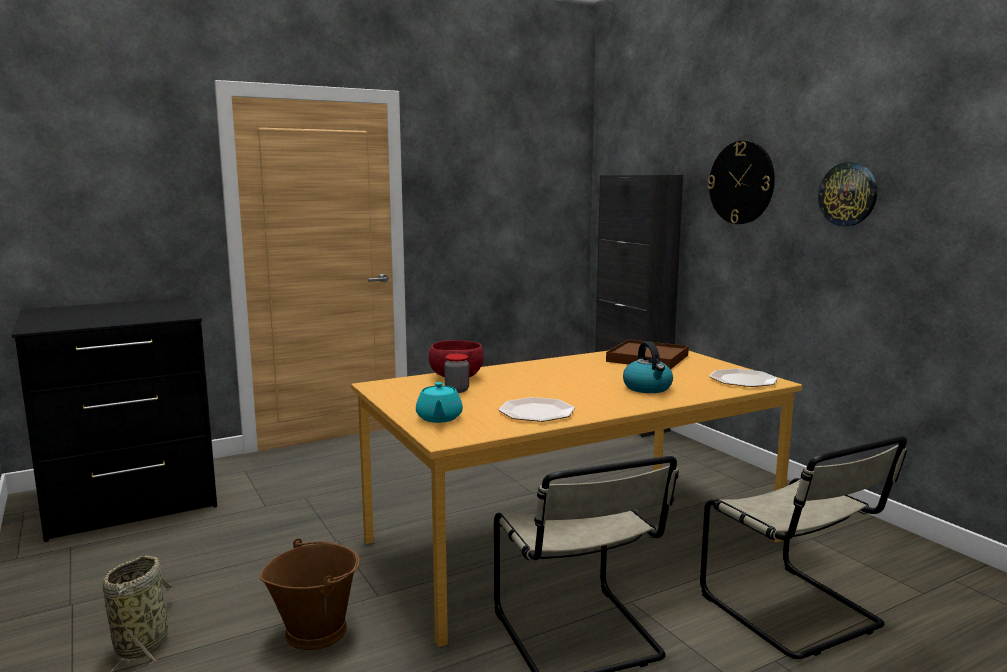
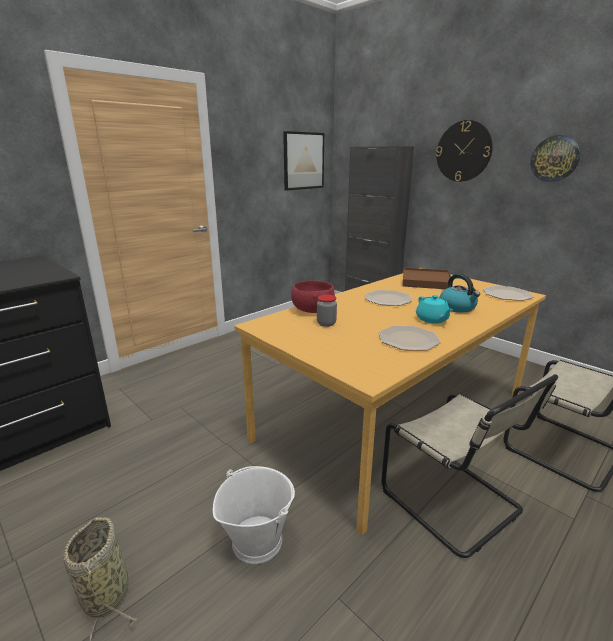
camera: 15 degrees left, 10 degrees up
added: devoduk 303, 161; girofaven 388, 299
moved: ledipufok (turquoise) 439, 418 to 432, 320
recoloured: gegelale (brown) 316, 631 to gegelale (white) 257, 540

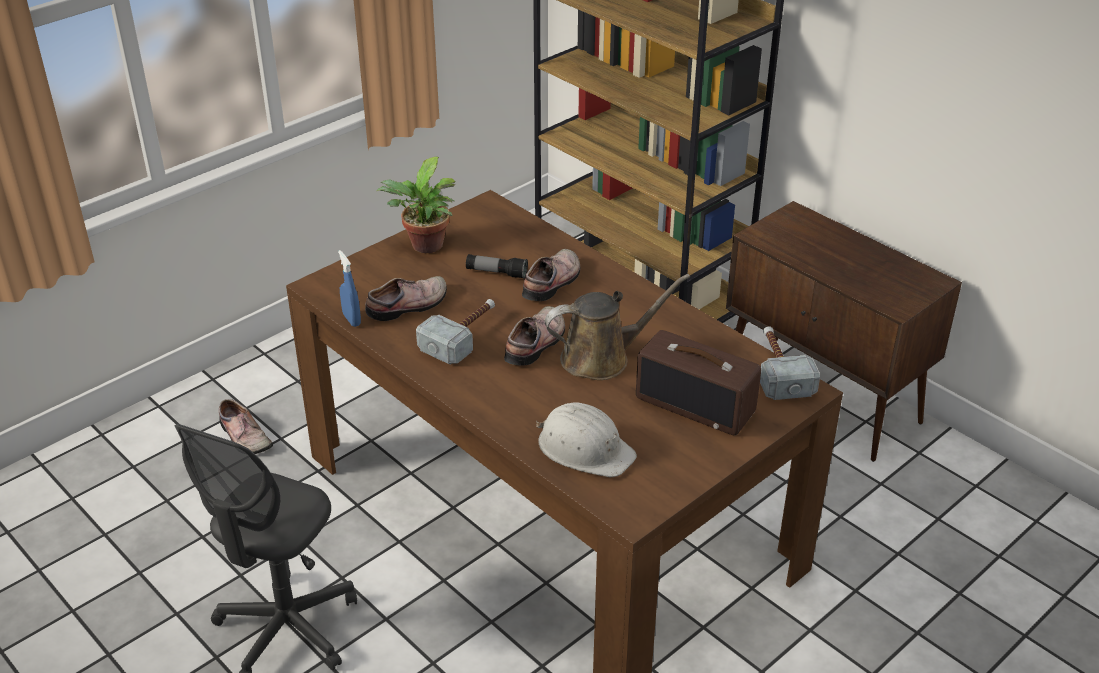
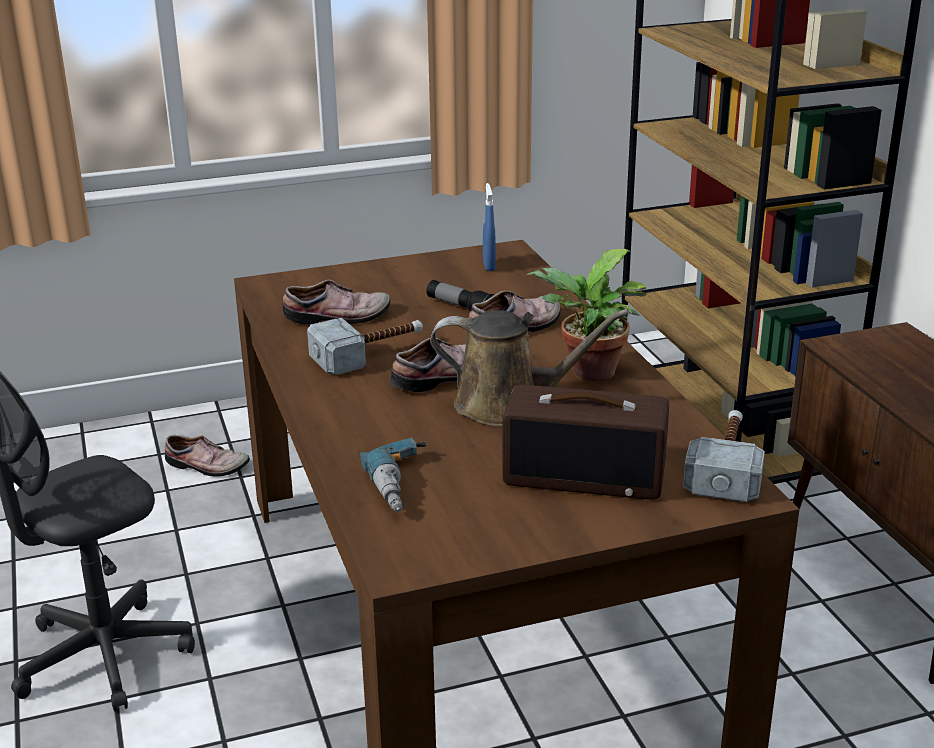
camera: 25 degrees right, 10 degrees down
moved: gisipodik 424, 247 to 588, 373; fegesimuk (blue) 351, 319 to 489, 266
replaced: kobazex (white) 584, 448 to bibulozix 406, 486
turned: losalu 696, 404 = 585, 475 45 degrees counterclockwise; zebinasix 243, 437 = 206, 467 60 degrees counterclockwise

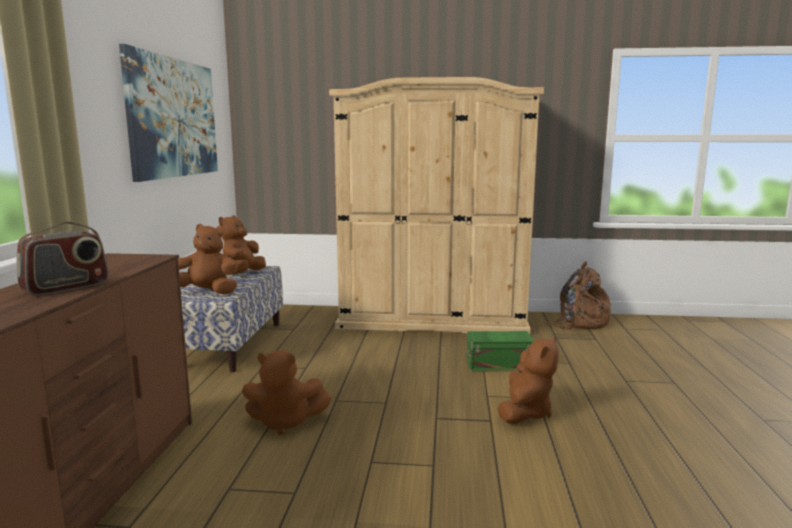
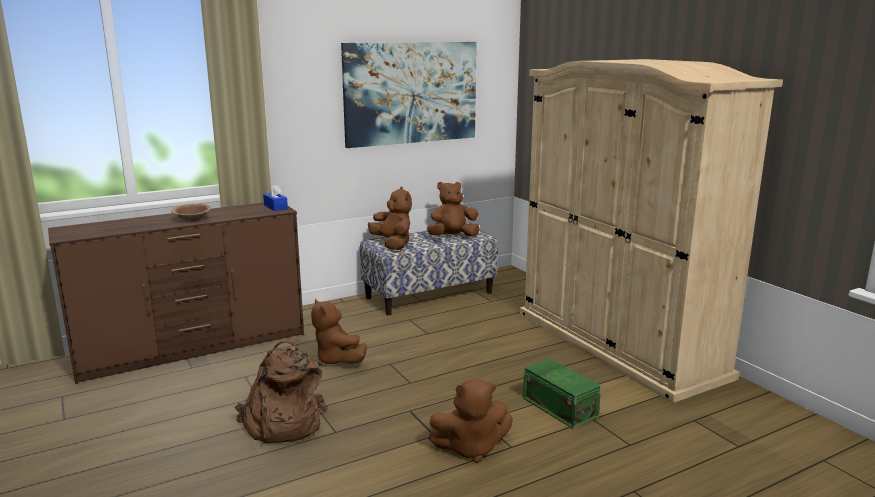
camera: 55 degrees right, 5 degrees up
added: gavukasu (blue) 275, 207
moved: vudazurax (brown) 579, 322 to 282, 424
replaced: losalu 66, 288 to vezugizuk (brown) 192, 219

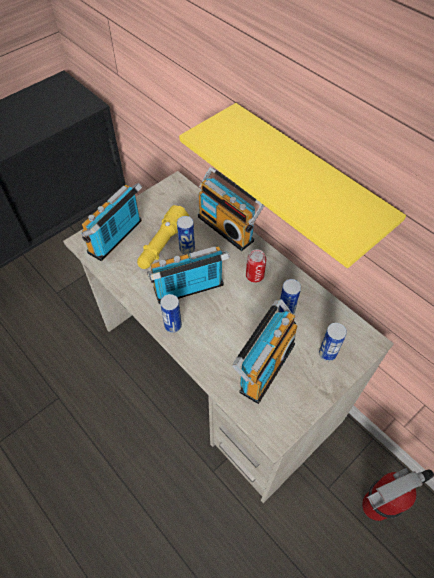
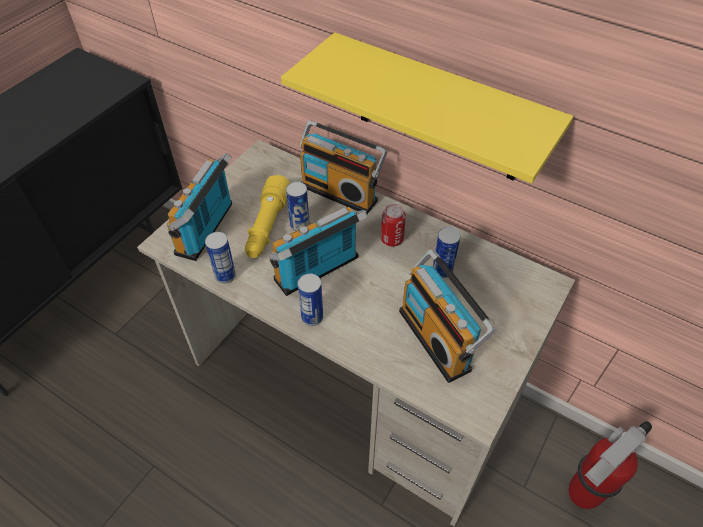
camera: 15 degrees left, 5 degrees down
moved: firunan 327, 353 to 225, 275
turned: losalu 264, 366 = 438, 338 135 degrees clockwise

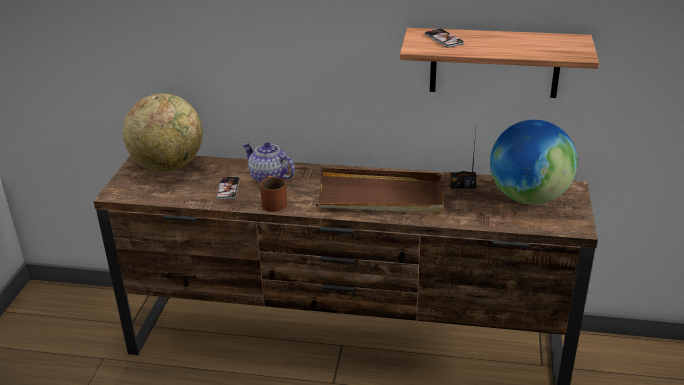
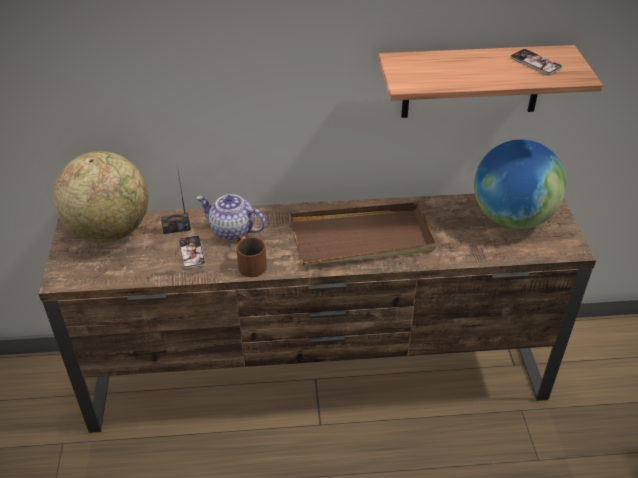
camera: 15 degrees left, 10 degrees up
moved: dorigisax 444, 39 to 535, 63; losalu 462, 186 to 176, 229

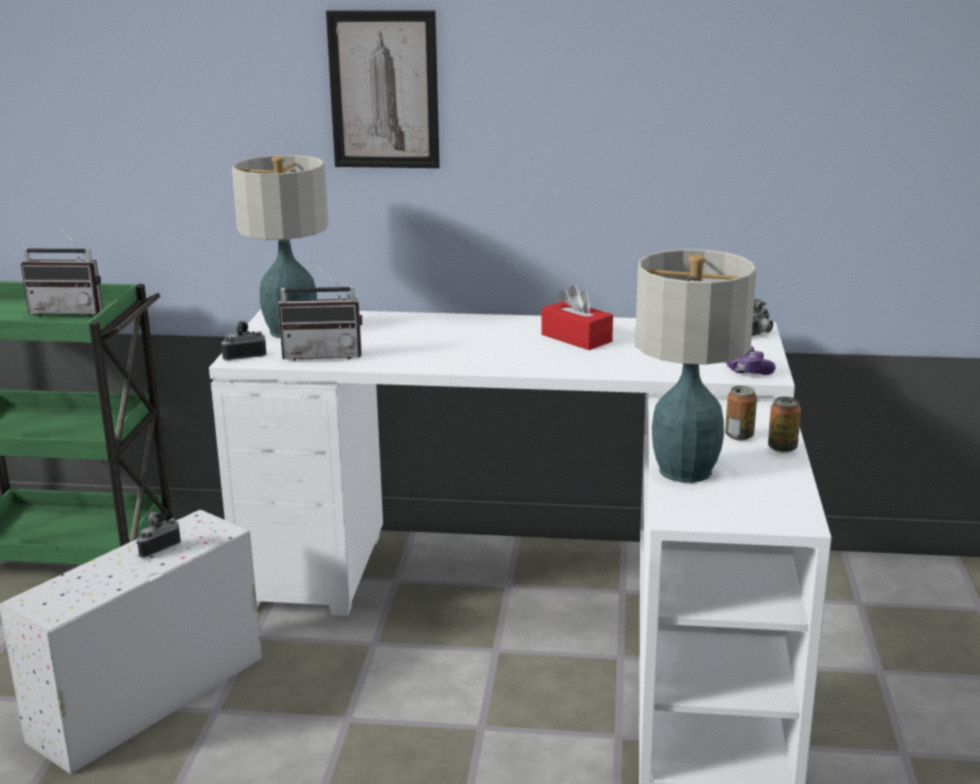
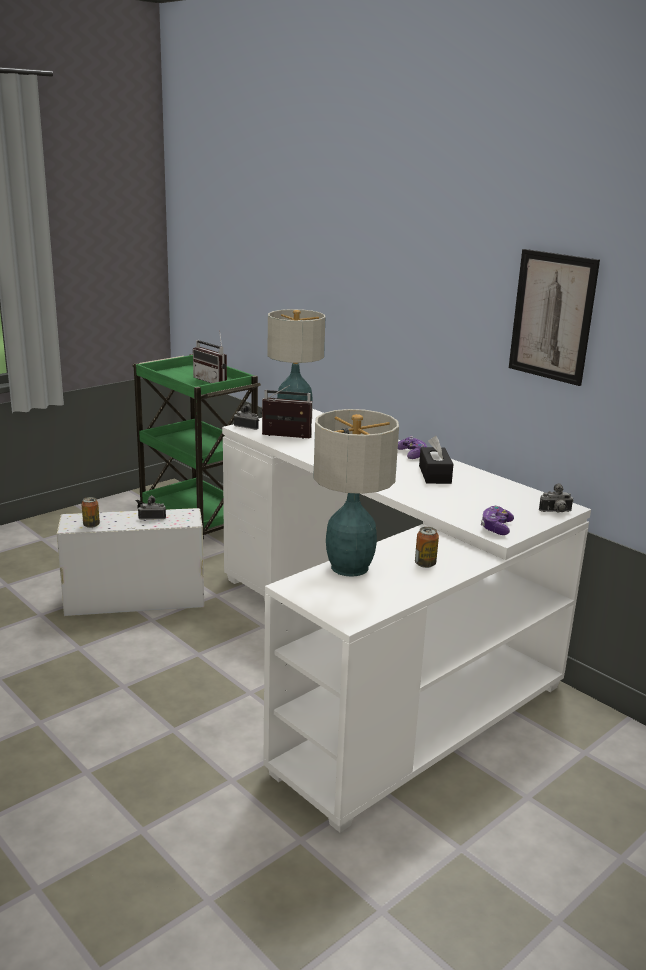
camera: 40 degrees right, 0 degrees up
added: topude 412, 454
moved: devoduk 384, 90 to 552, 316; firunan 782, 448 to 91, 525
recoloured: gavukasu (red) 576, 338 to gavukasu (black) 434, 474
turned: losalu 324, 354 = 284, 438 150 degrees clockwise

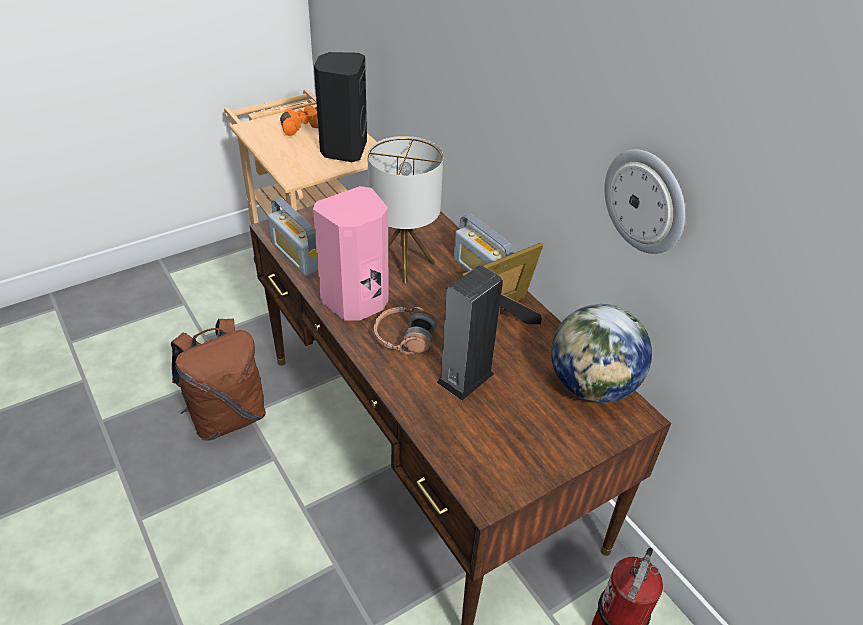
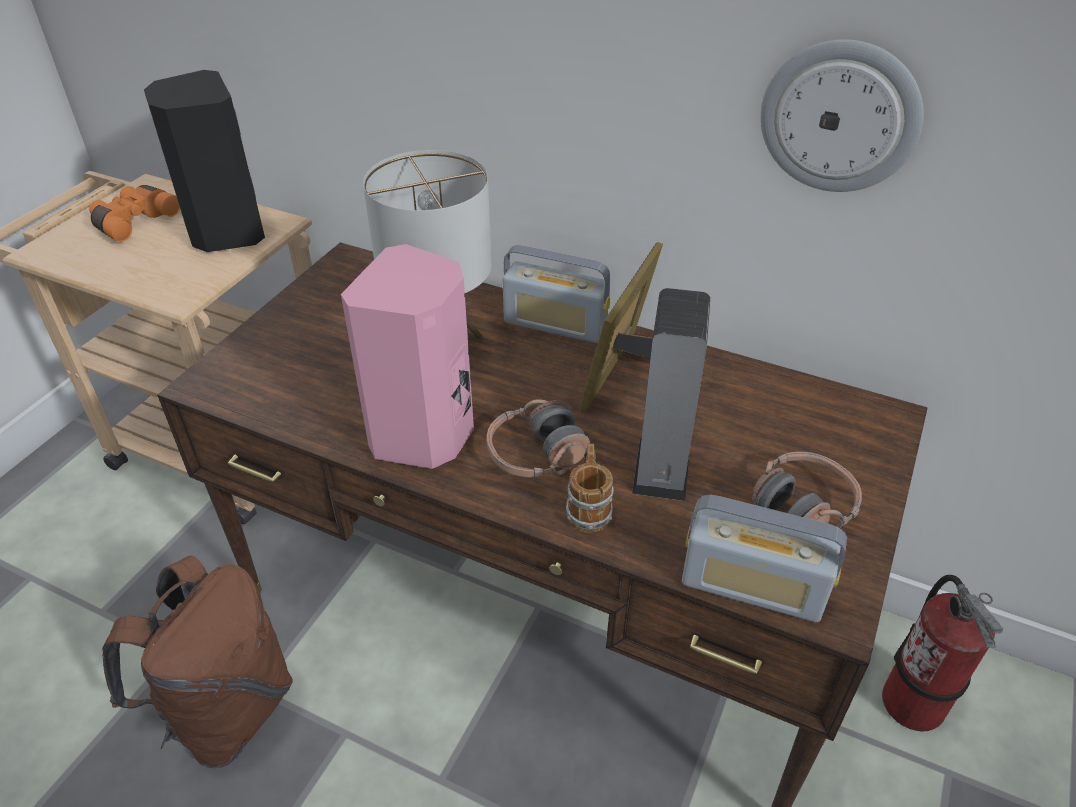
camera: 30 degrees left, 0 degrees up
removed: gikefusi 592, 386
added: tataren 588, 507; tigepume 802, 506
moved: losalu 297, 256 to 752, 587

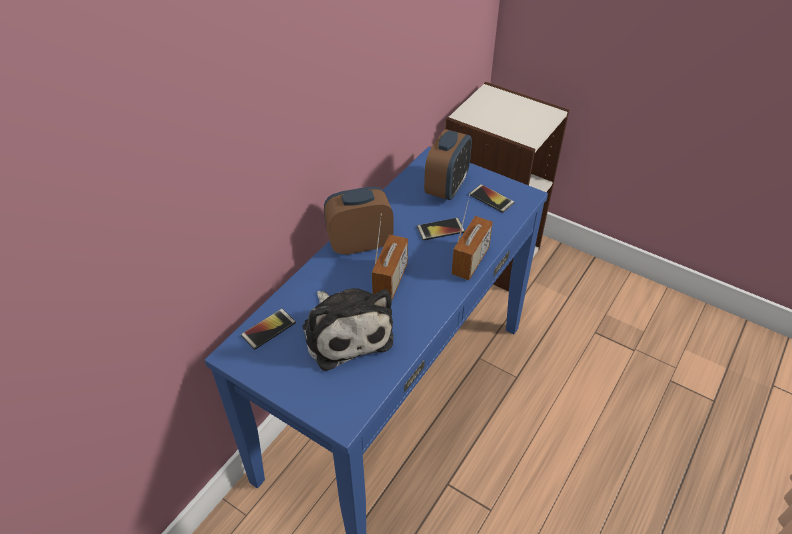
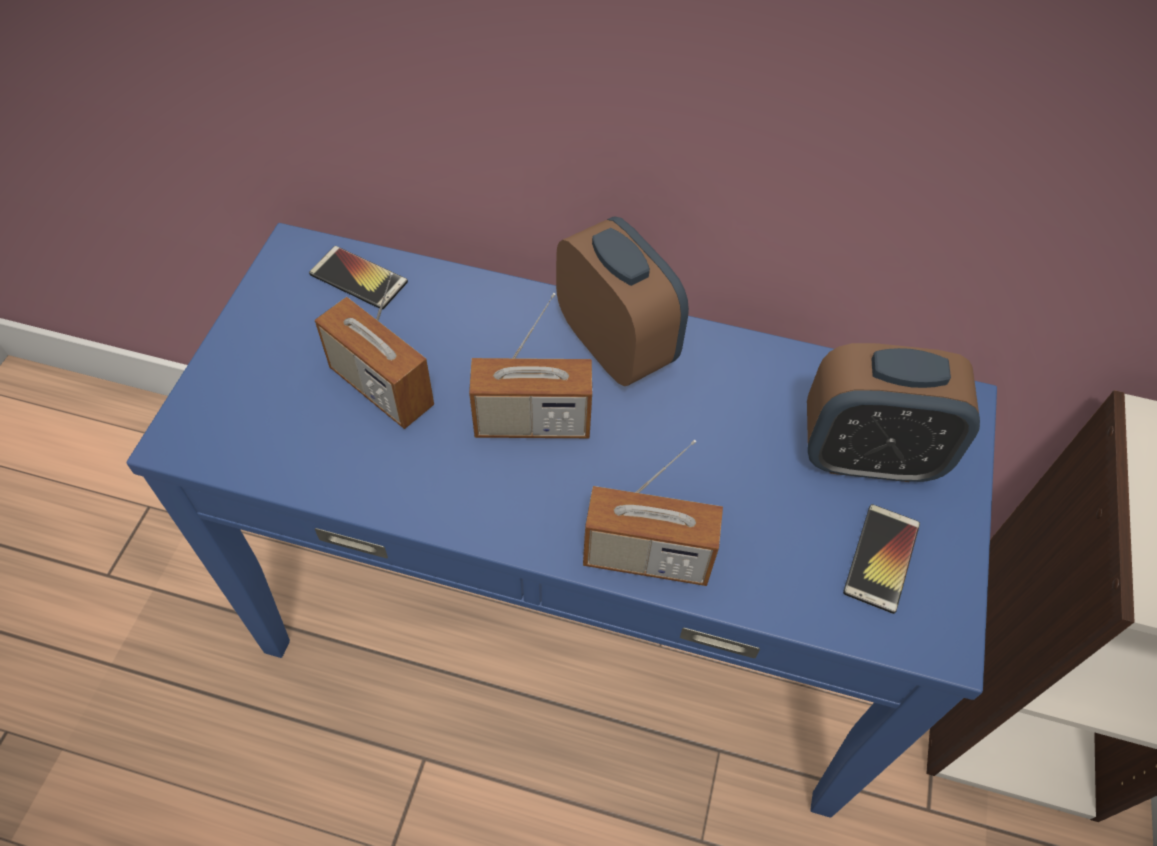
camera: 70 degrees right, 10 degrees up
removed: dorigisax 440, 229
replaced: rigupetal 346, 331 to losalu 381, 388

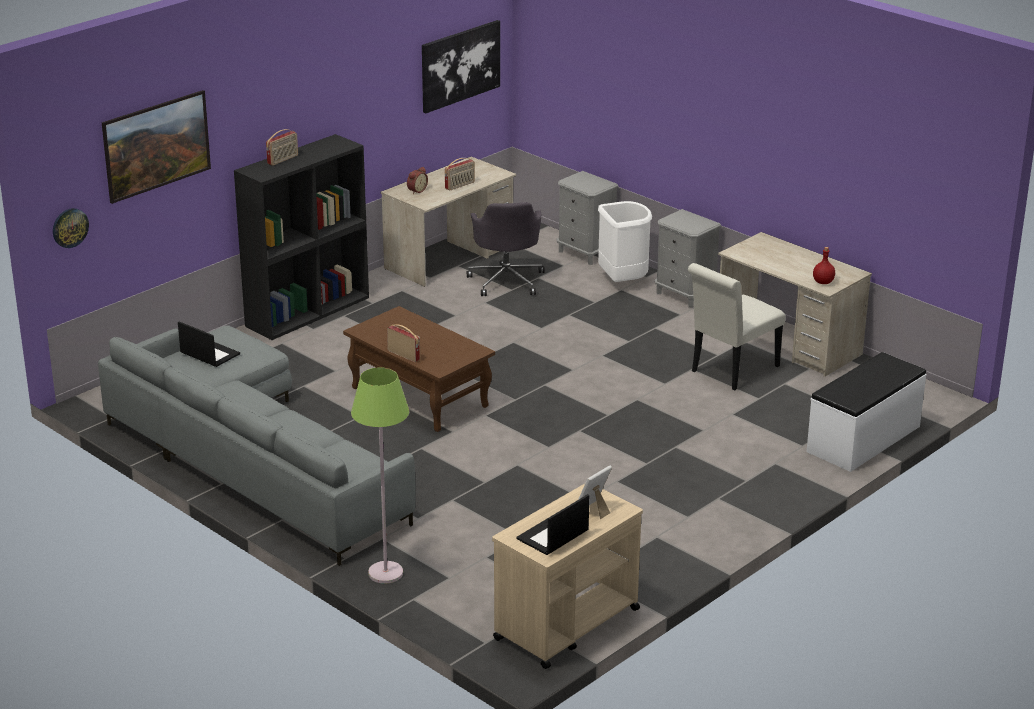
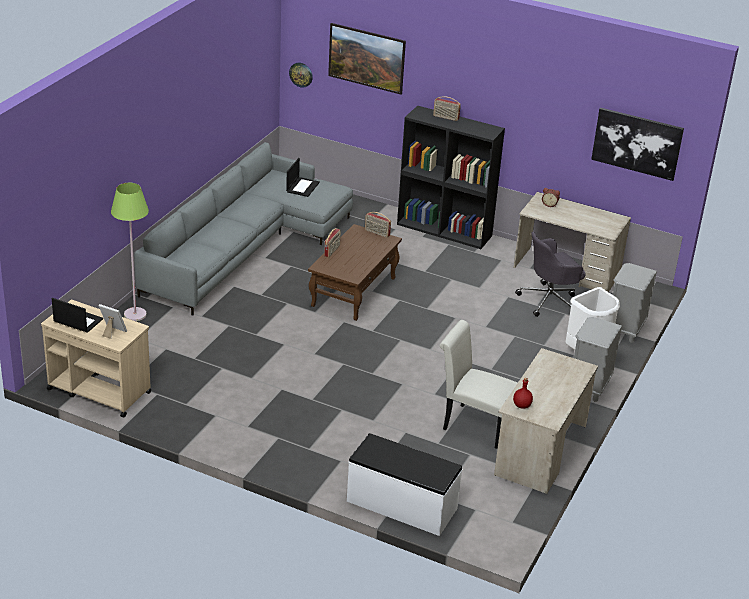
camera: 70 degrees right, 5 degrees up
moved: losalu 460, 185 to 377, 233

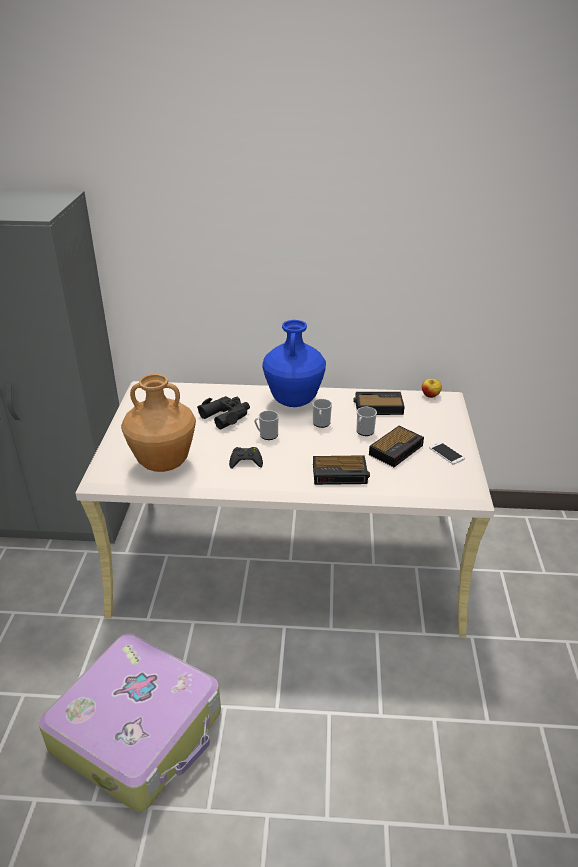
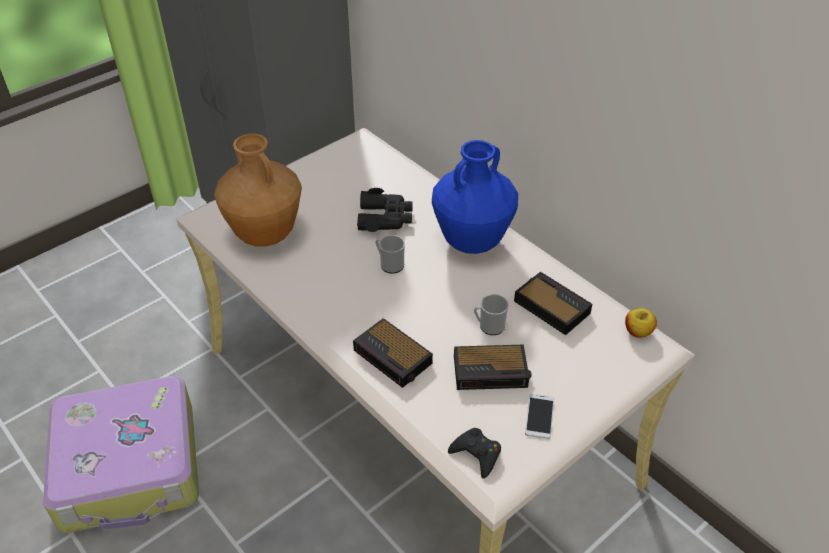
camera: 45 degrees right, 10 degrees up
removed: tataren 321, 424
moved: topude (black) 246, 461 to 476, 454

